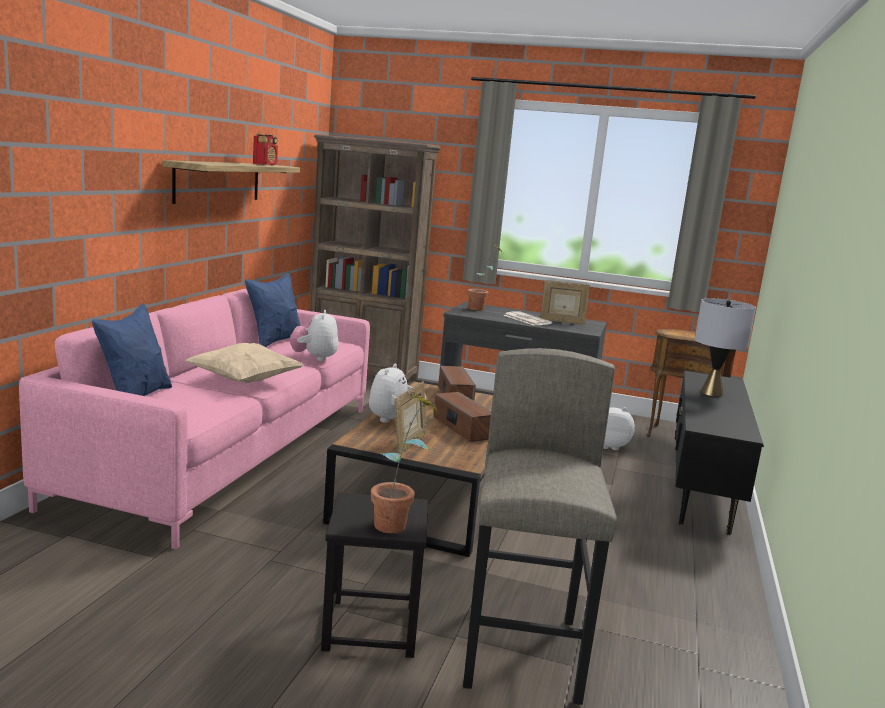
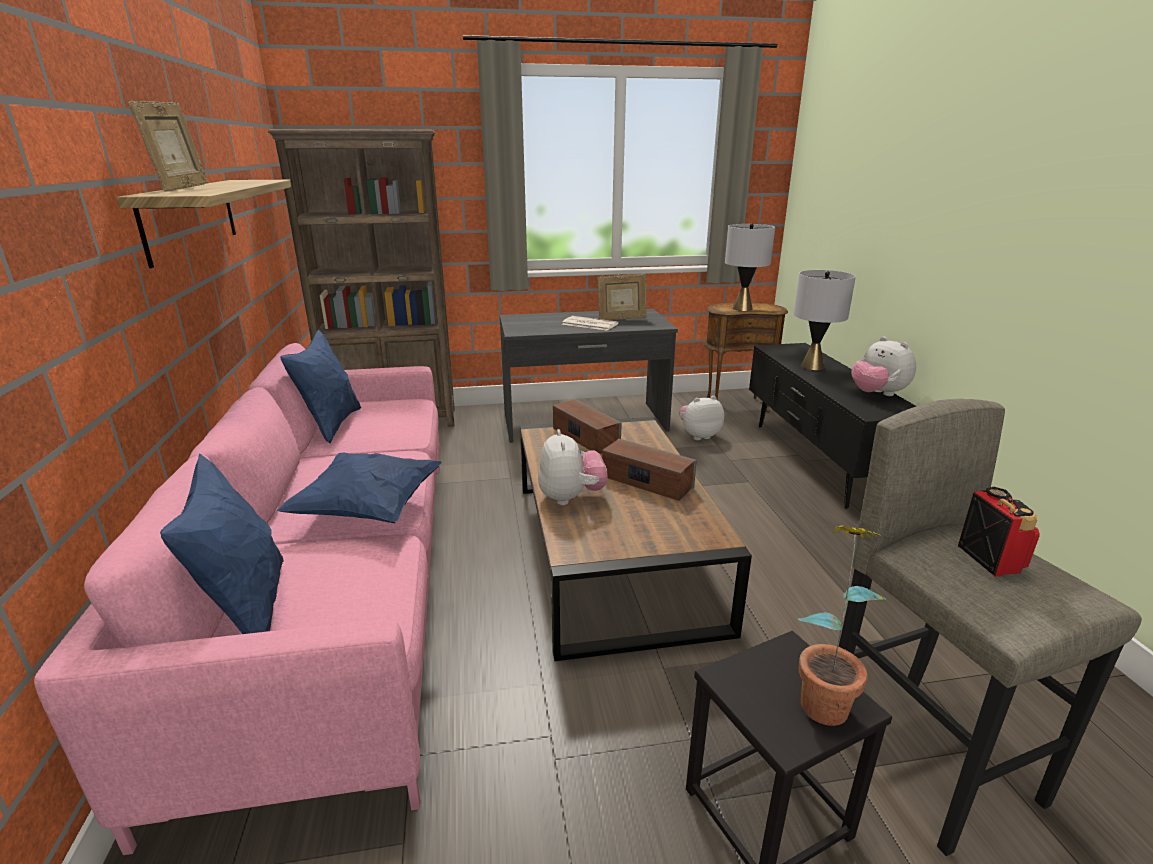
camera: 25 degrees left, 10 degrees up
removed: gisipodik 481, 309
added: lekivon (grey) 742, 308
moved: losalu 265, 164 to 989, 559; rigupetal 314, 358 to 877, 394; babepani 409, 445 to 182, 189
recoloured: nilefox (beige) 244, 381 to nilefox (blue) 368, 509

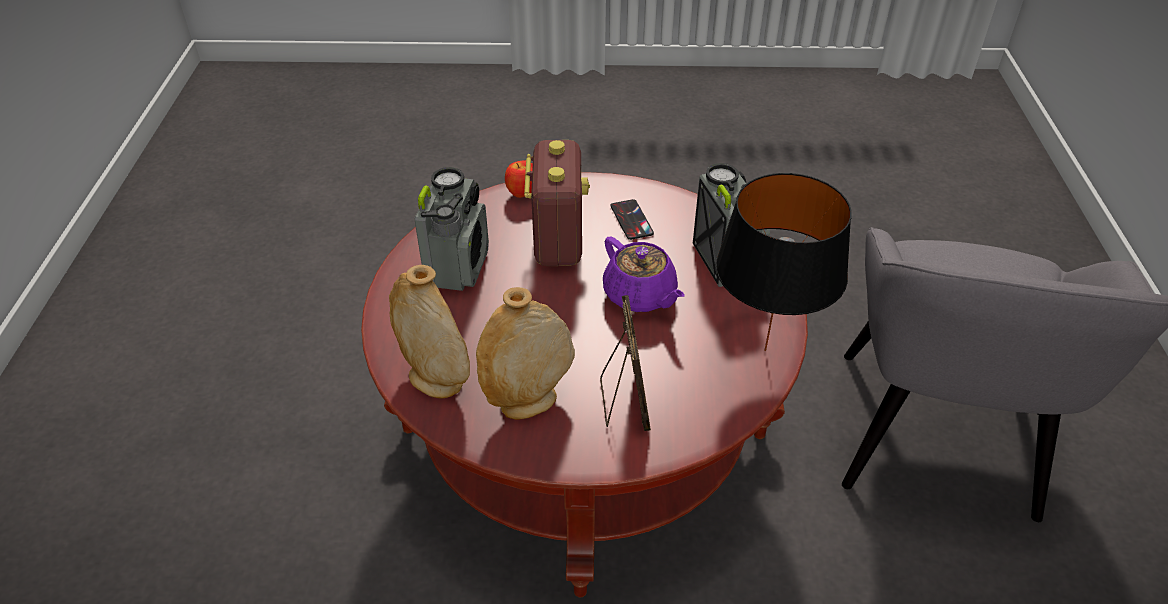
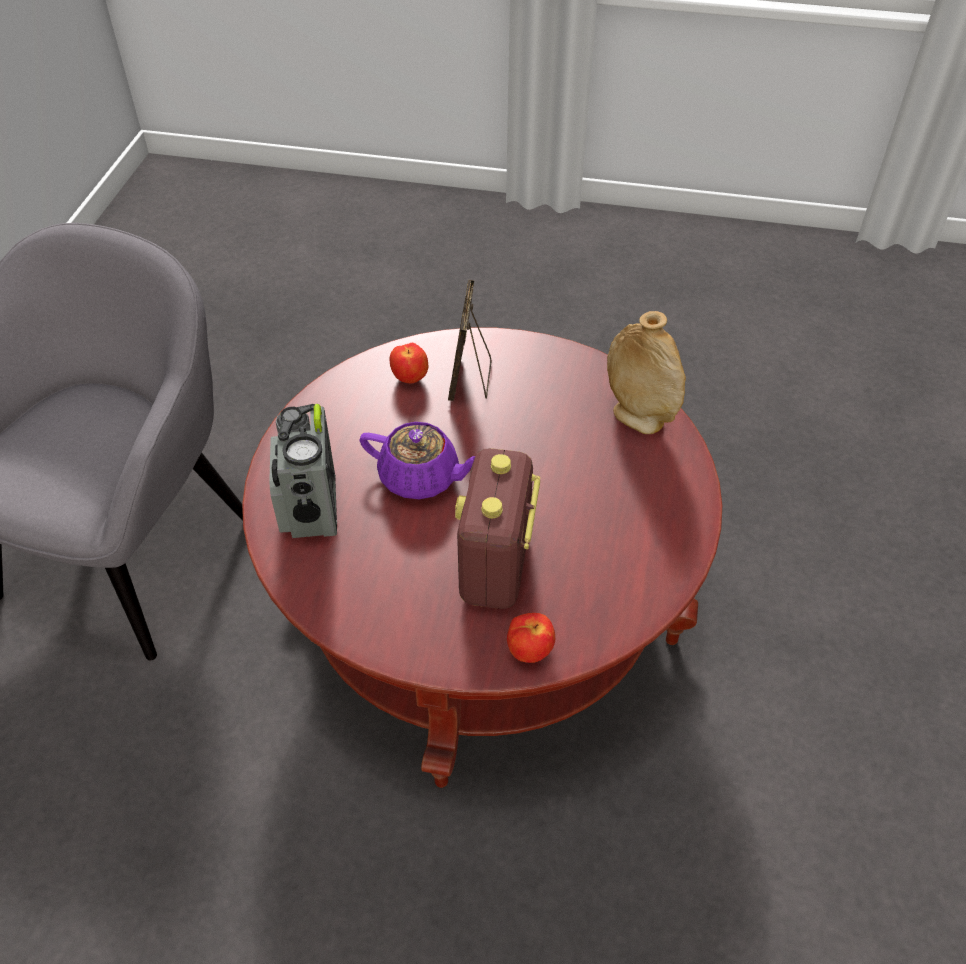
camera: 170 degrees left, 5 degrees up
removed: losalu 458, 267; lekivon (black) 766, 351; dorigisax 631, 220; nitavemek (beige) 528, 402
added: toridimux 410, 378
turned: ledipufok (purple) 640, 295 = 421, 478 135 degrees clockwise

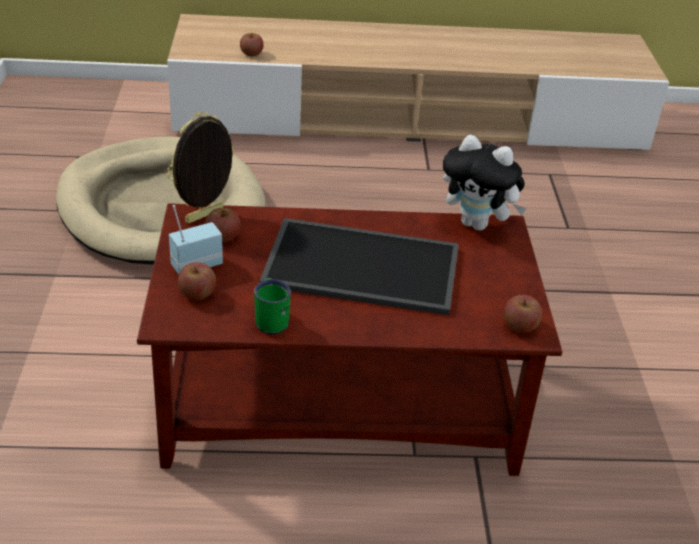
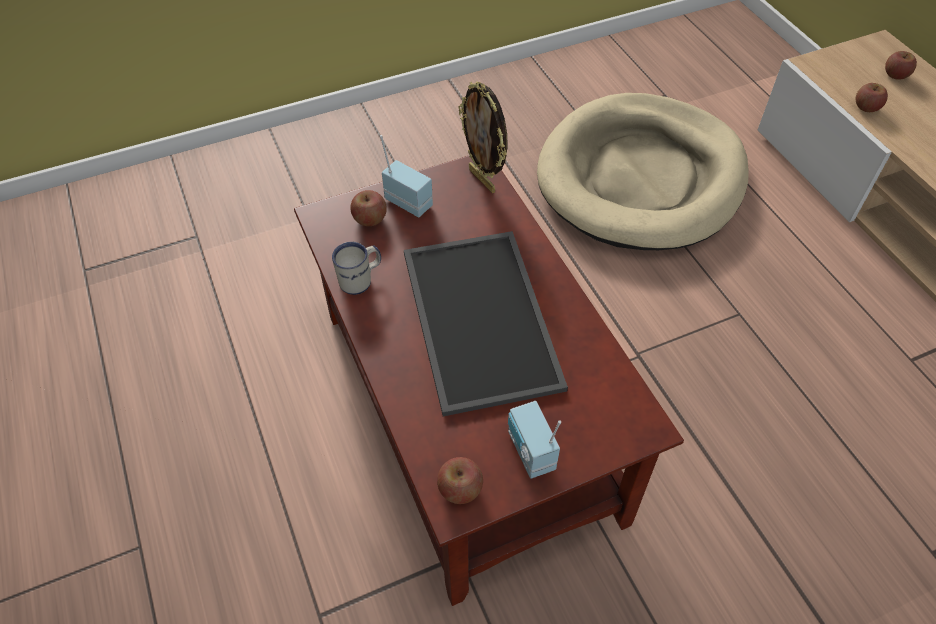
camera: 70 degrees right, 15 degrees up
removed: rigupetal 478, 224
added: losalu 529, 452
moved: toridimux 223, 237 to 895, 75
recoloured: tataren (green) 271, 319 to tataren (white) 361, 280
turned: babepani 205, 217 = 483, 180 150 degrees counterclockwise

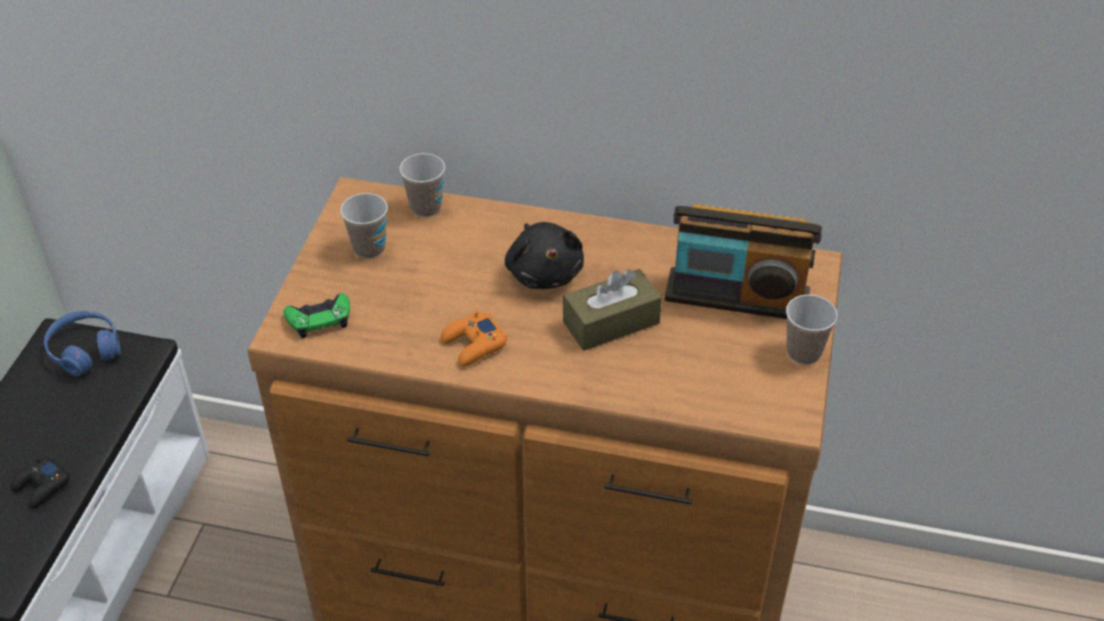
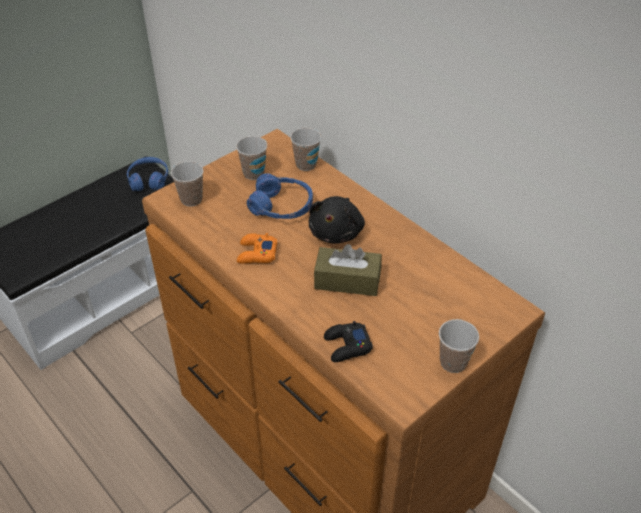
camera: 35 degrees right, 0 degrees up
removed: losalu 737, 297
added: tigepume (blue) 282, 207
moved: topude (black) 42, 486 to 347, 346
replaced: topude (green) 319, 319 to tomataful 191, 199

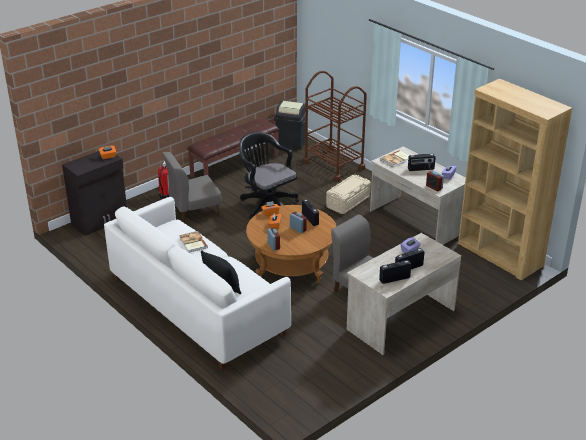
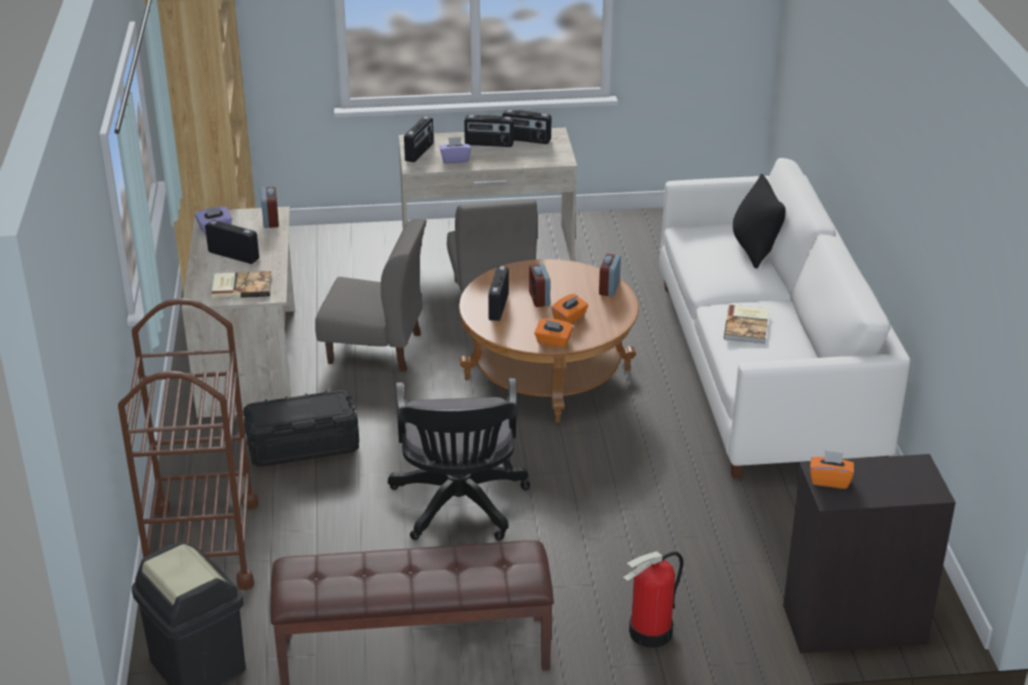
camera: 145 degrees left, 0 degrees up
added: losalu 420, 152
moved: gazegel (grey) 194, 211 to 375, 348
recoloured: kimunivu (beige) 348, 202 to kimunivu (black) 302, 445

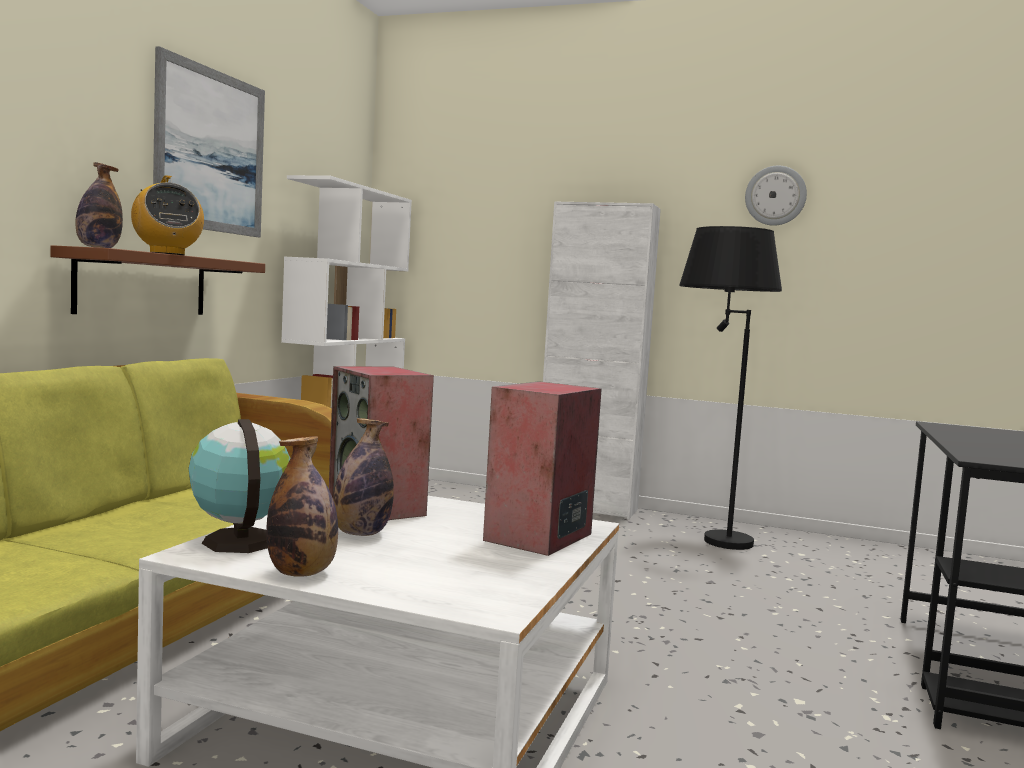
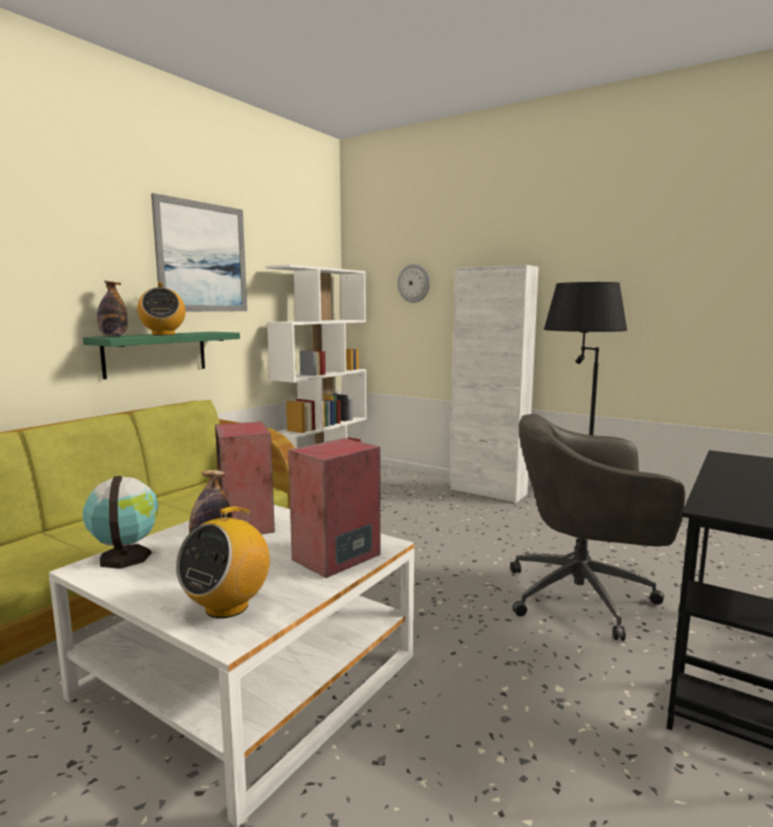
camera: 15 degrees right, 5 degrees up
removed: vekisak 302, 573
added: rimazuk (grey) 584, 597; losalu 227, 606
moved: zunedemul 775, 196 to 414, 283
recoloured: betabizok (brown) 142, 284 to betabizok (green) 156, 353

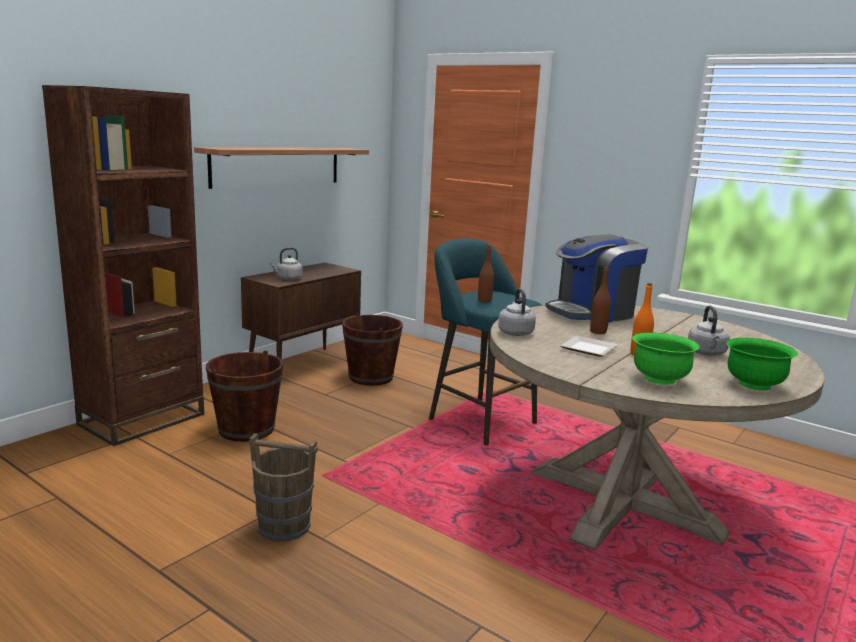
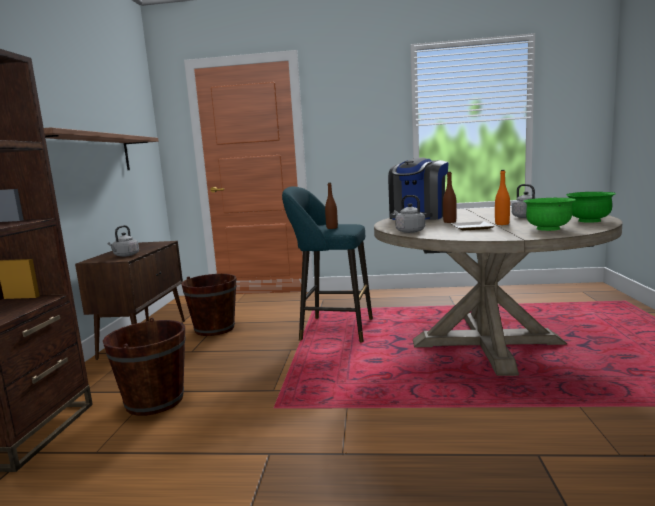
camera: 30 degrees left, 5 degrees down
removed: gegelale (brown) 283, 526

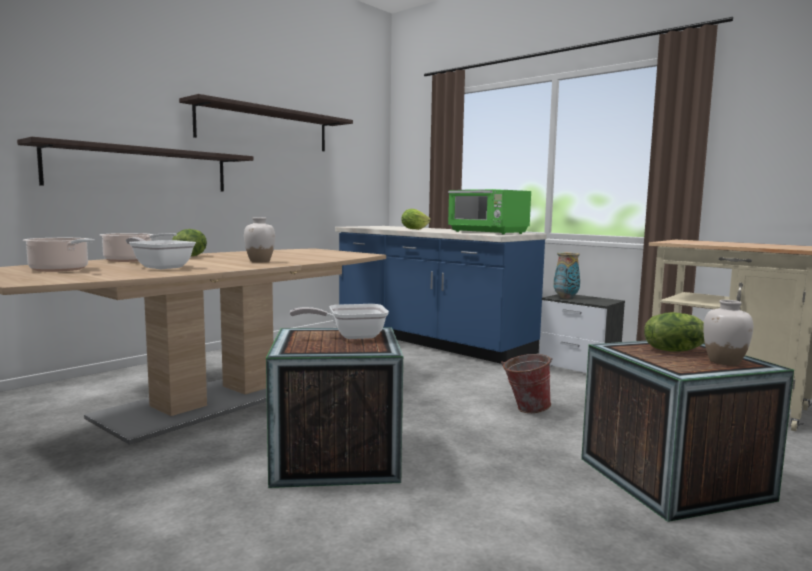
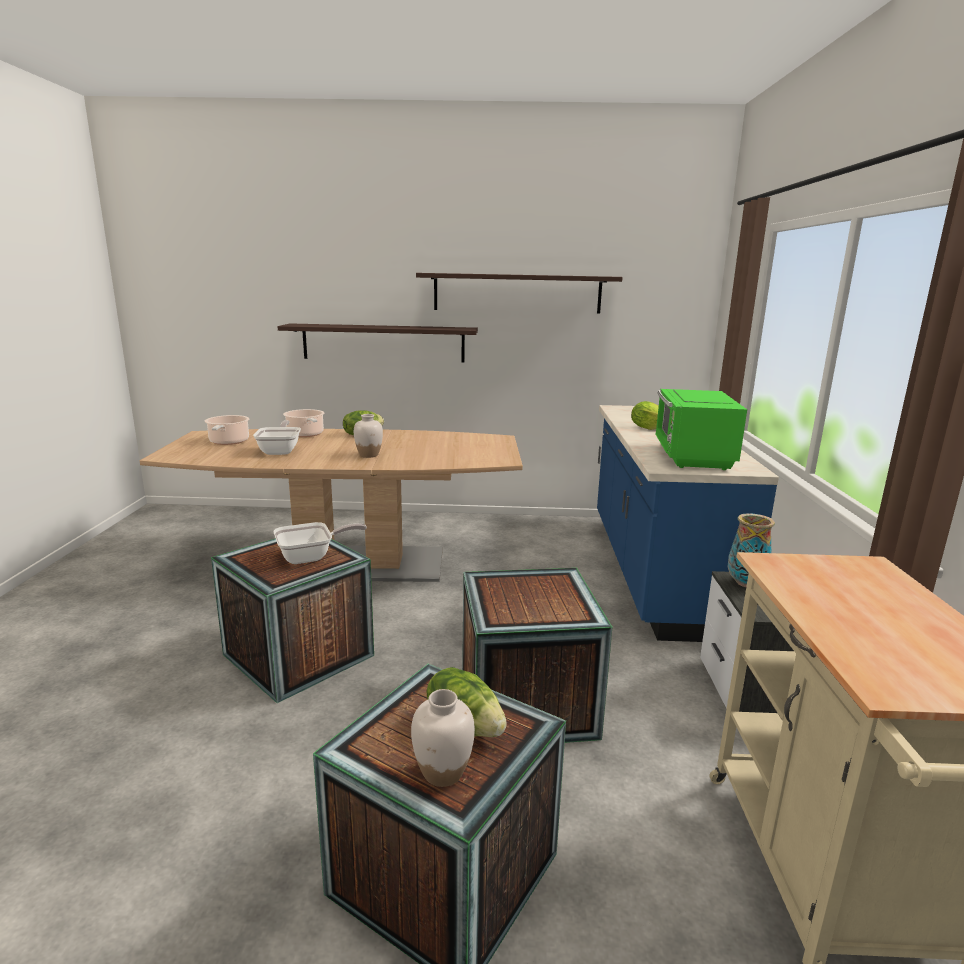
camera: 50 degrees right, 10 degrees up
replaced: gegelale 525, 409 to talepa 526, 703
turned: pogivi 350, 336 = 311, 557 120 degrees clockwise

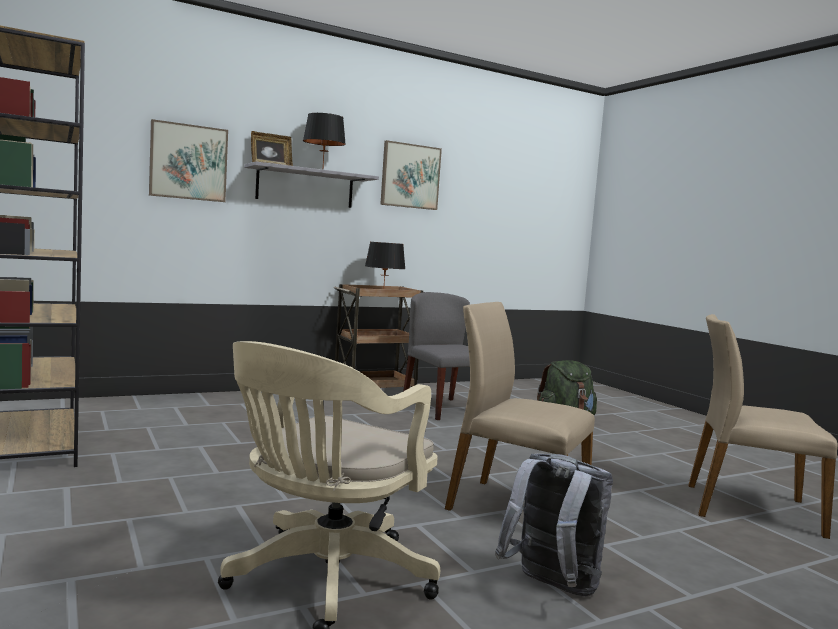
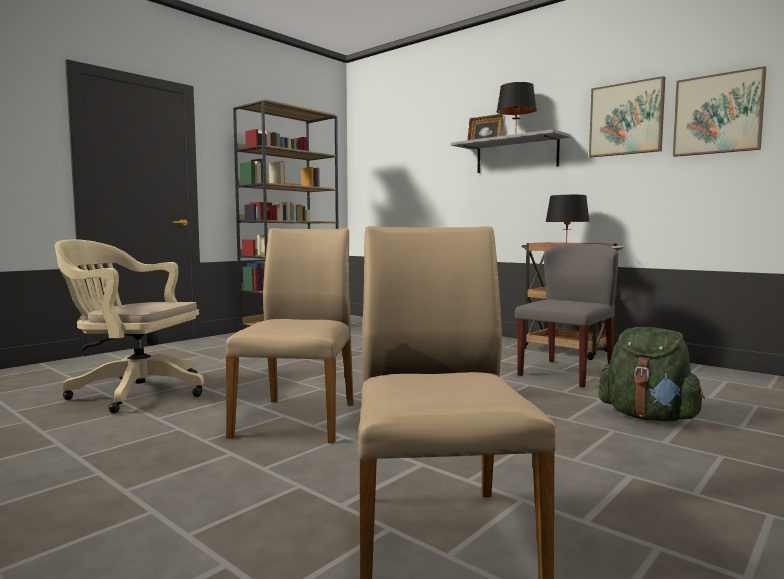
camera: 70 degrees right, 0 degrees up
removed: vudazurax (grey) 551, 589
moved: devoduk 188, 162 to 717, 114

